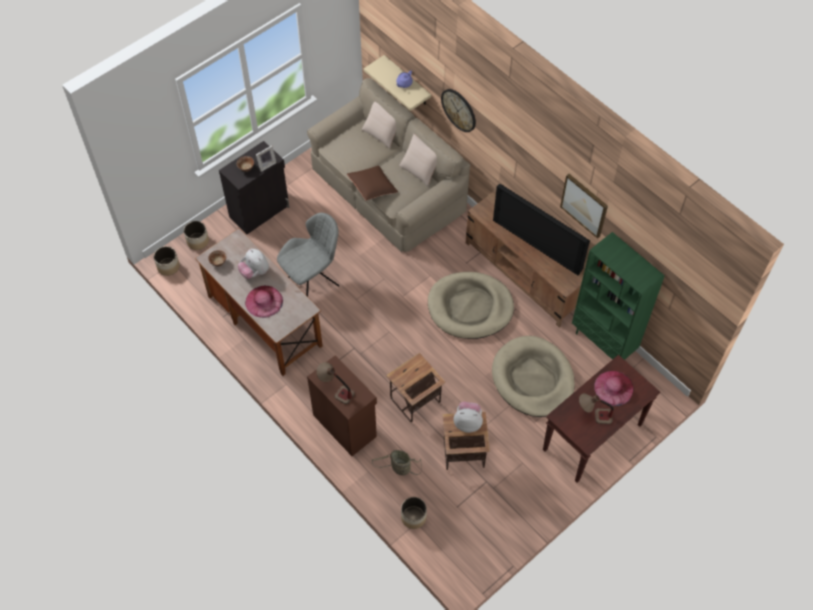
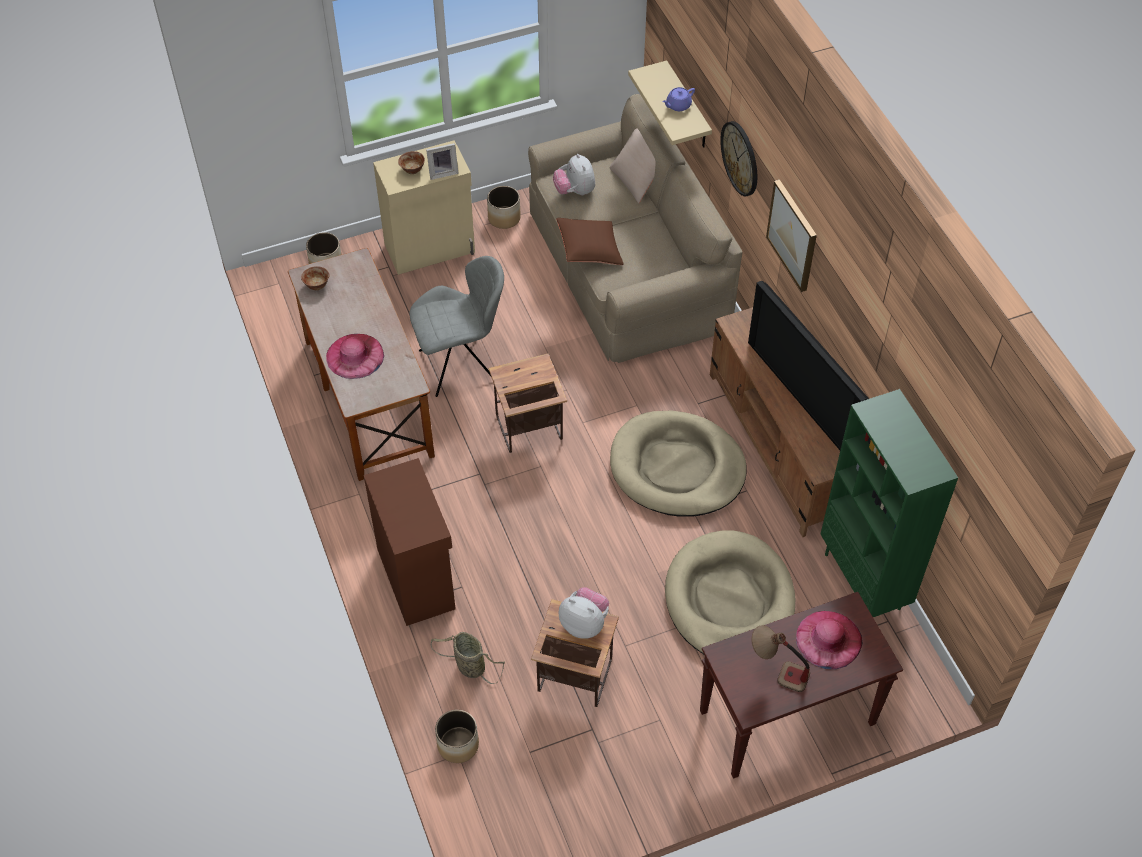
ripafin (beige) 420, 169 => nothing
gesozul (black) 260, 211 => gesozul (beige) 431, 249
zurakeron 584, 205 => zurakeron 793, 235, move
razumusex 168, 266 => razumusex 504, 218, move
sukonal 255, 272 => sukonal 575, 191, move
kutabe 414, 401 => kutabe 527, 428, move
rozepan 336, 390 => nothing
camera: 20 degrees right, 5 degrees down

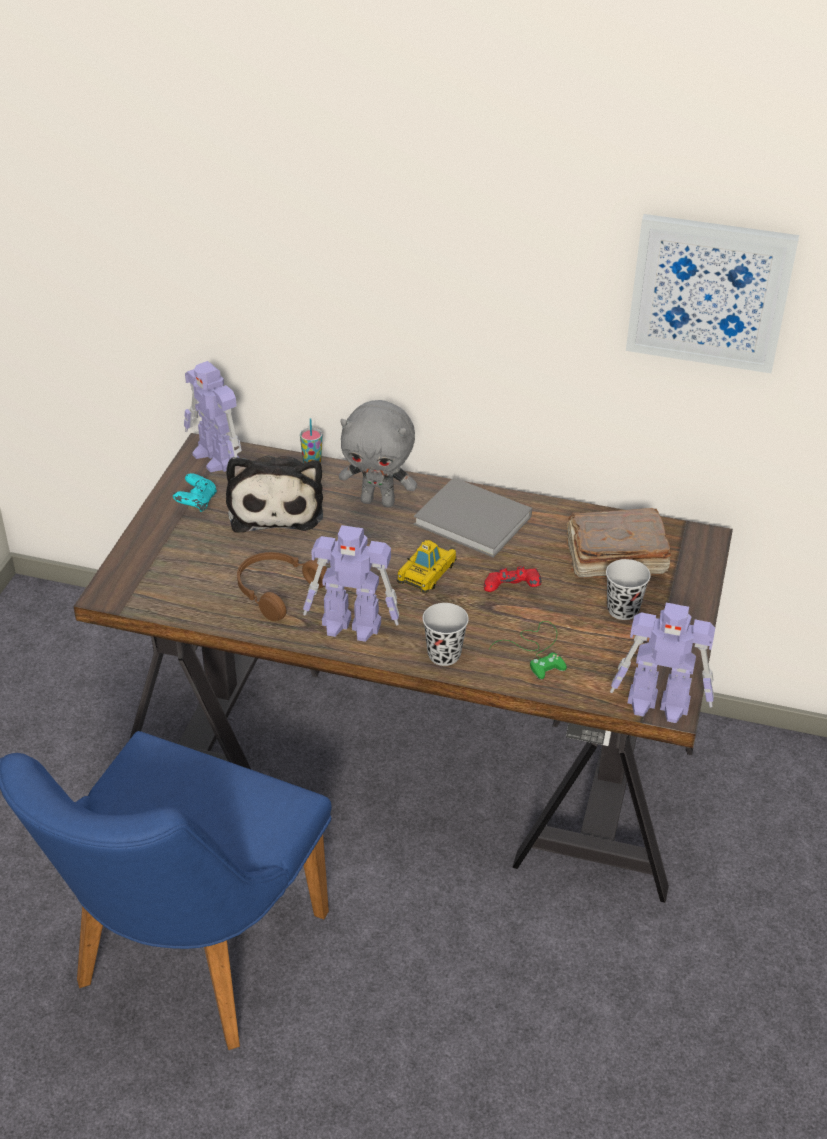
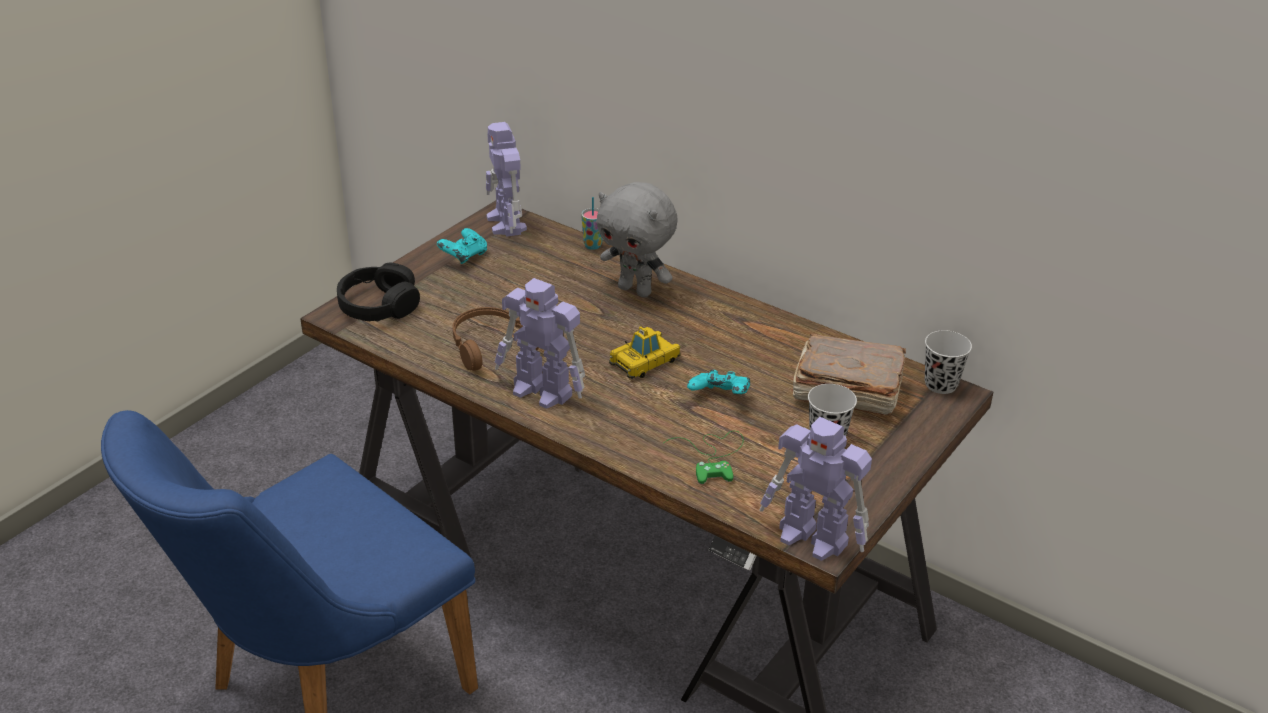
zurakeron 709, 292 => nothing
sukonal 276, 506 => nothing
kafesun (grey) 475, 522 => nothing
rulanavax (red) 512, 592 => rulanavax (turquoise) 720, 398
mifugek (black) 444, 655 => mifugek (black) 940, 384, move
nothing => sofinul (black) 379, 305
camera: 20 degrees right, 5 degrees down

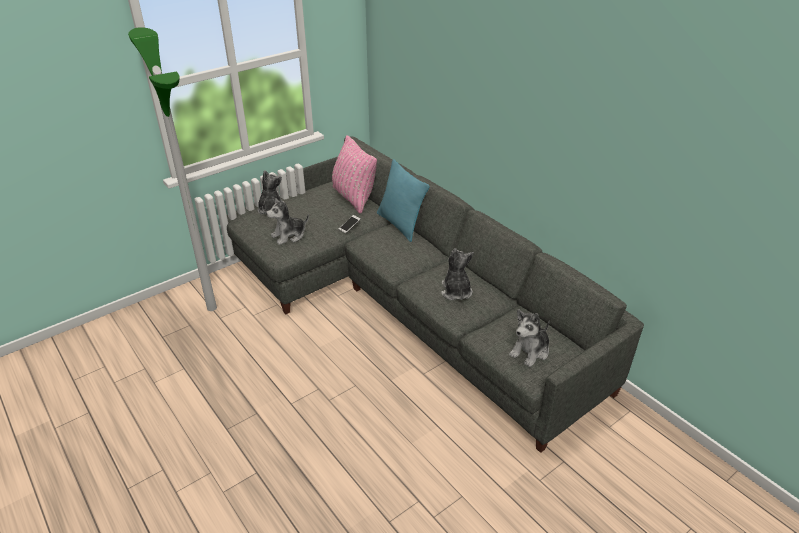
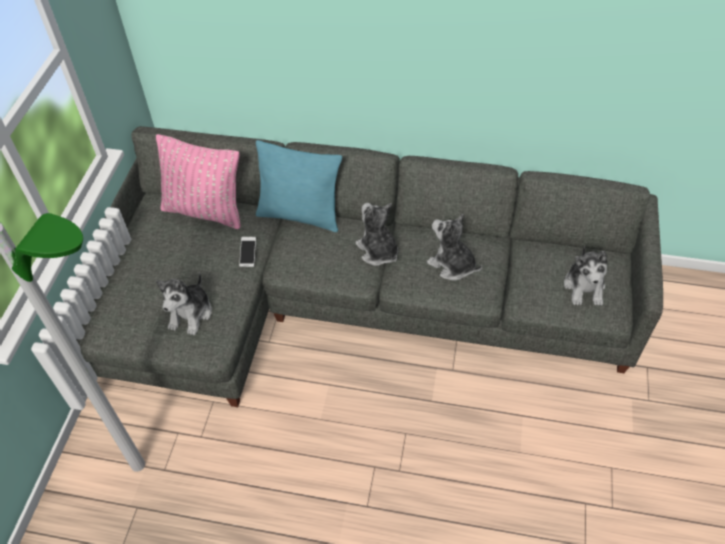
sukonal 271, 209 => sukonal 378, 251, move
camera: 40 degrees left, 15 degrees up

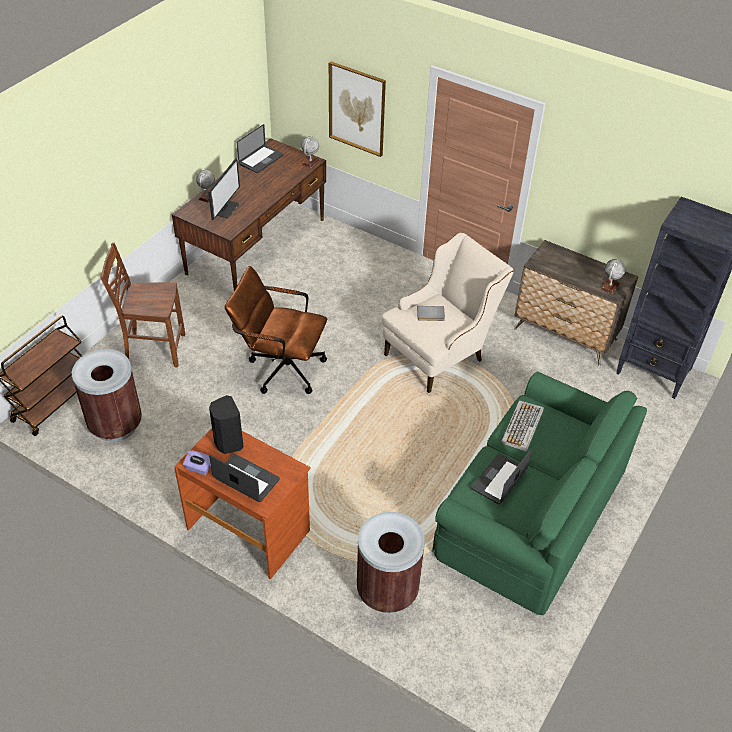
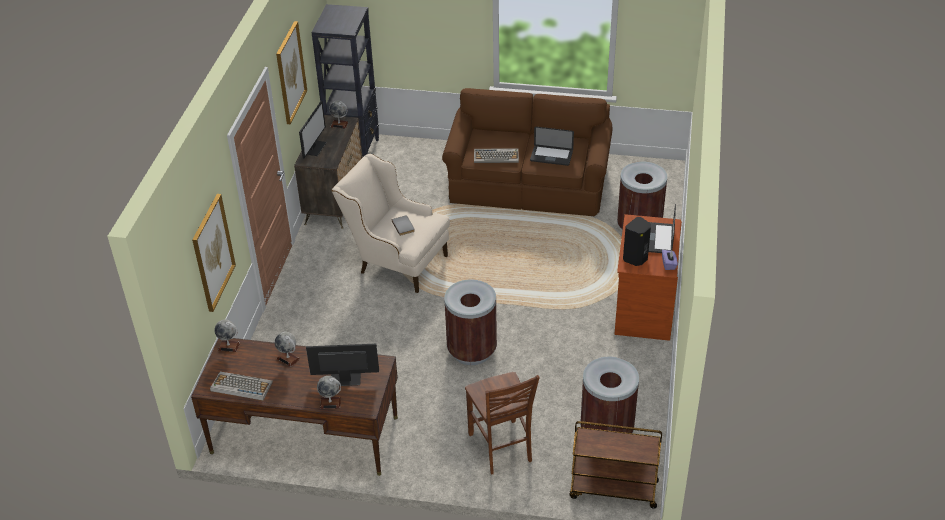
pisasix 261, 160 => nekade 241, 386
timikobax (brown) 280, 367 => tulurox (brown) 471, 351
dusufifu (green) 530, 511 => dusufifu (brown) 529, 183
nothing => zurakeron 290, 72
nothing => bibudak 314, 147
nothing => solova 288, 358
camera: 110 degrees left, 5 degrees down

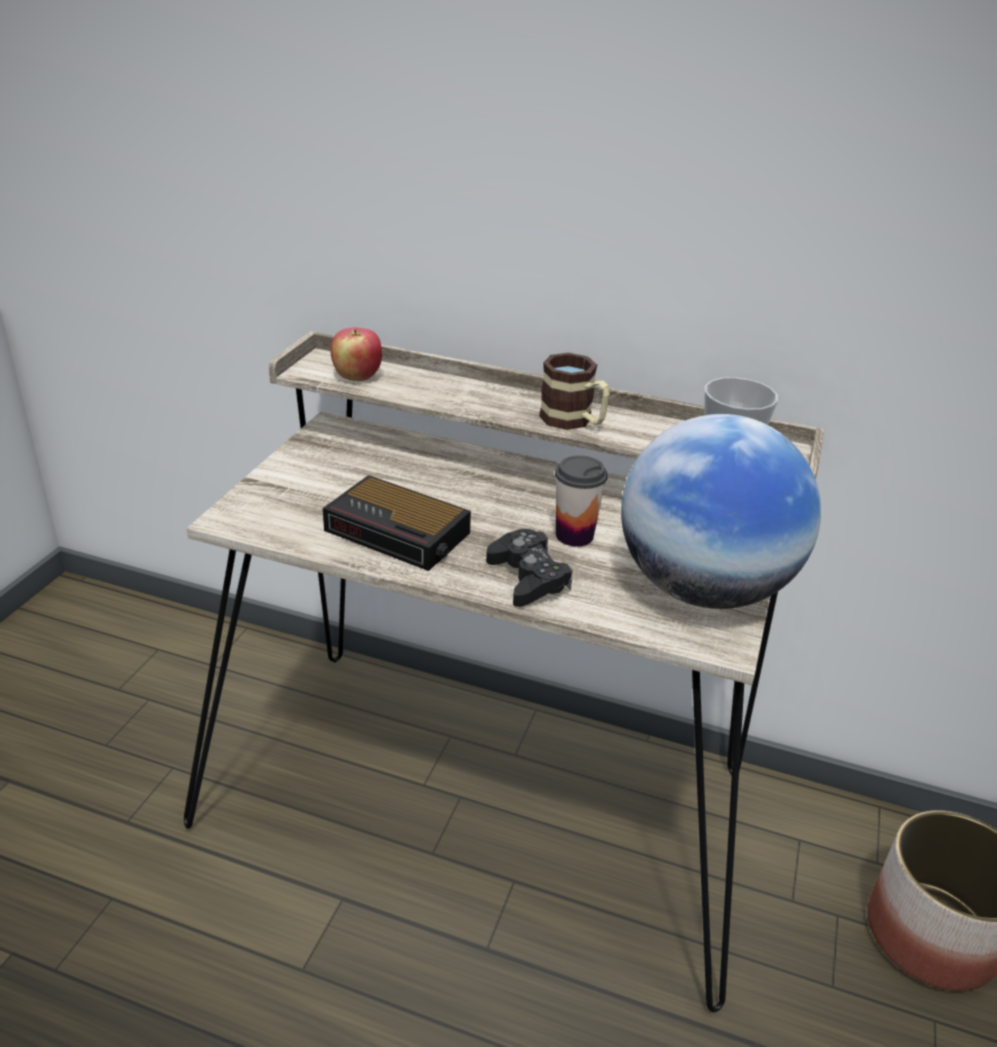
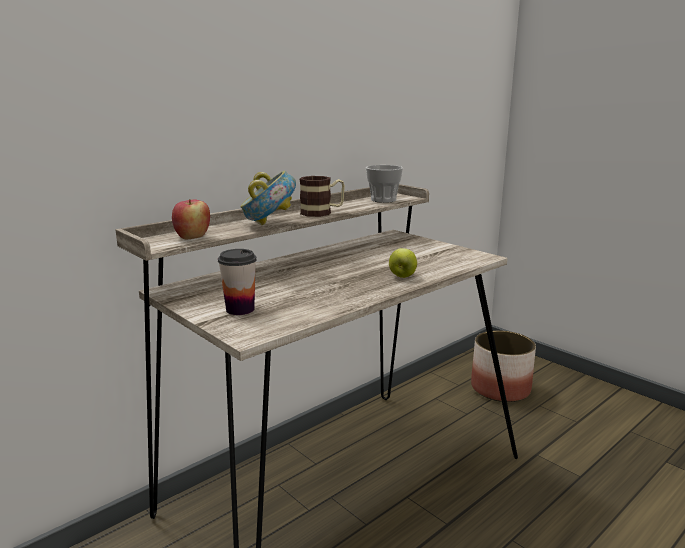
solova 702, 588 => nothing
mifugek 574, 535 => mifugek 240, 309, move
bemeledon 400, 533 => nothing
rulanavax (black) 528, 577 => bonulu 402, 276
nothing => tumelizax 269, 224
camera: 60 degrees left, 15 degrees down

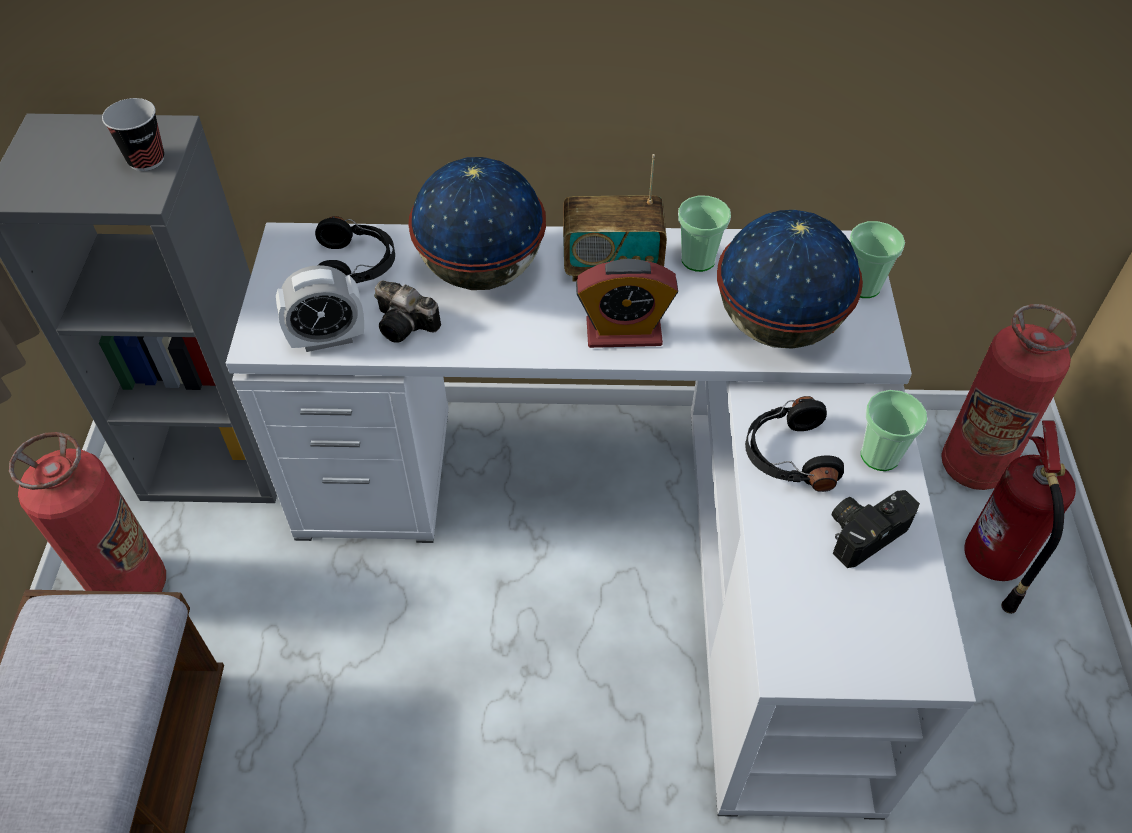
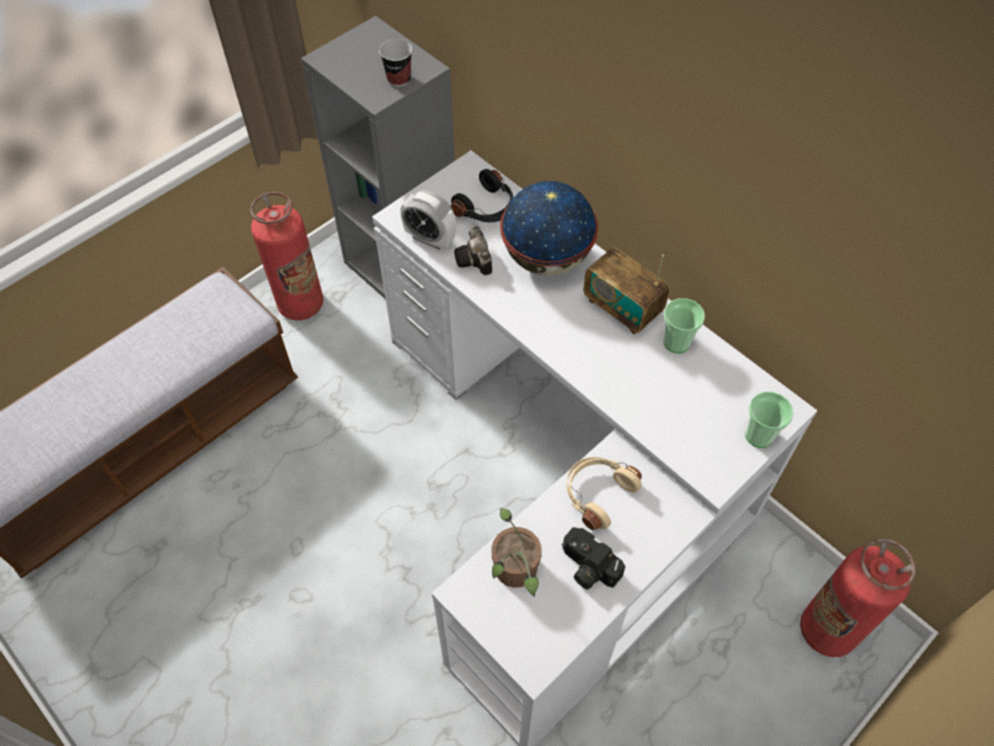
solova 778, 325 => nothing
bemeledon 623, 333 => nothing
mifugek 879, 455 => nothing
sofinul (black) 788, 455 => sofinul (beige) 597, 493
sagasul 993, 563 => nothing
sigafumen 864, 531 => sigafumen 587, 568, 150 degrees counterclockwise
nothing => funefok 515, 573
camera: 45 degrees right, 5 degrees up

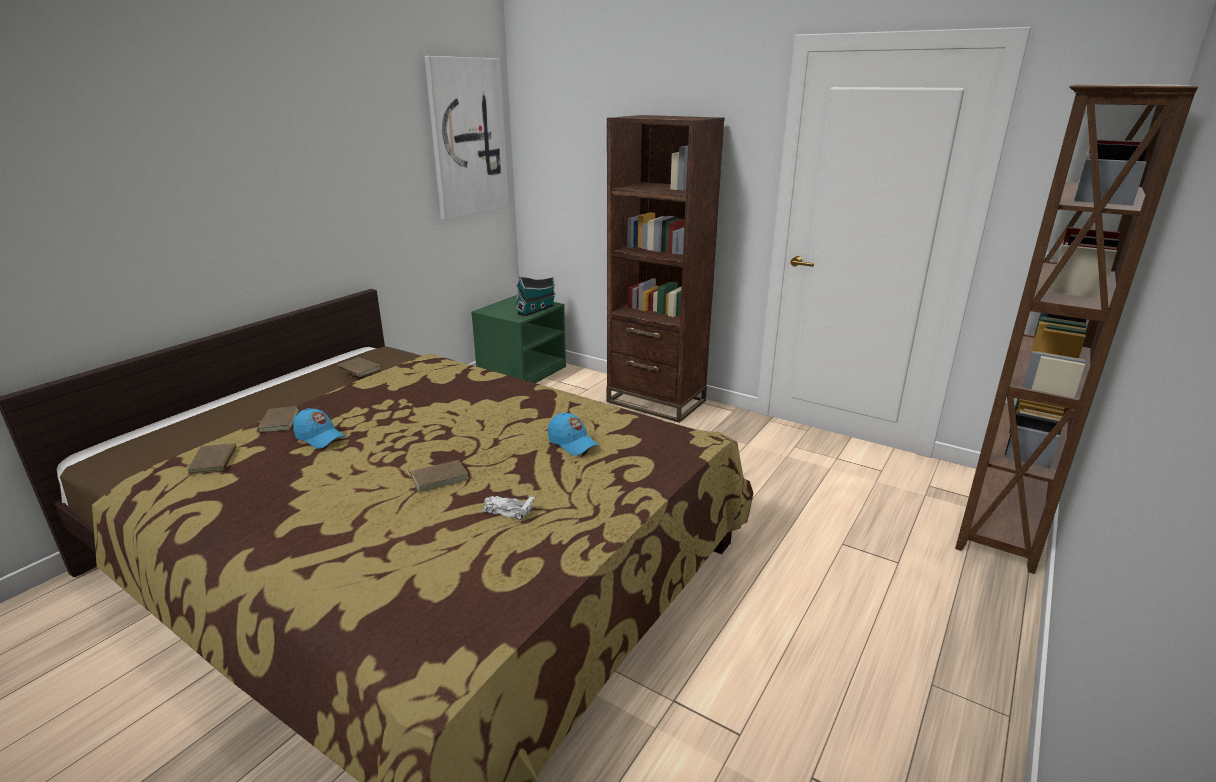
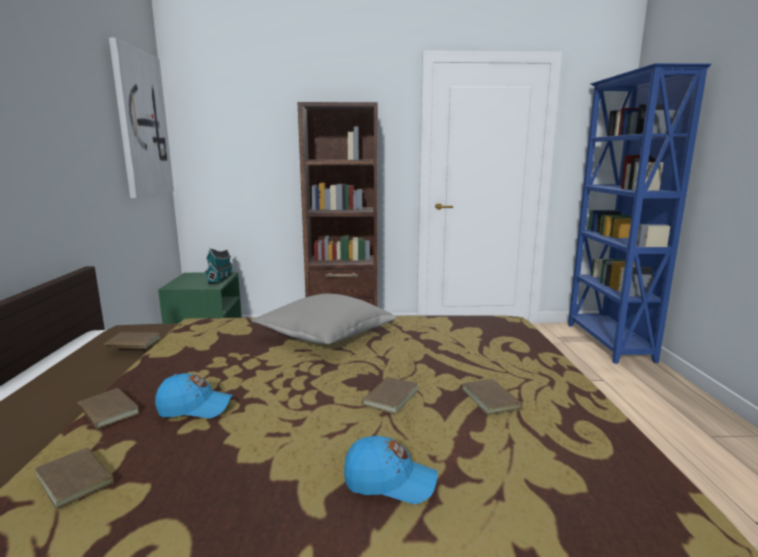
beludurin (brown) 1000, 519 => beludurin (blue) 608, 342
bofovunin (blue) 572, 443 => bofovunin (blue) 390, 482, move
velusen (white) 507, 511 => kafesun (brown) 492, 399
nothing => ripafin (grey) 325, 335
camera: 35 degrees left, 10 degrees down

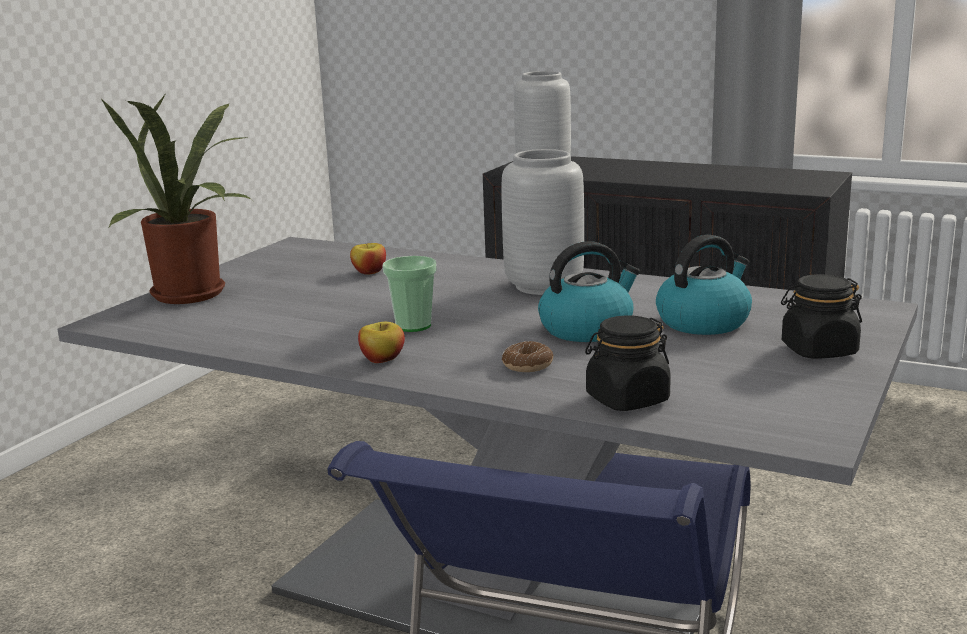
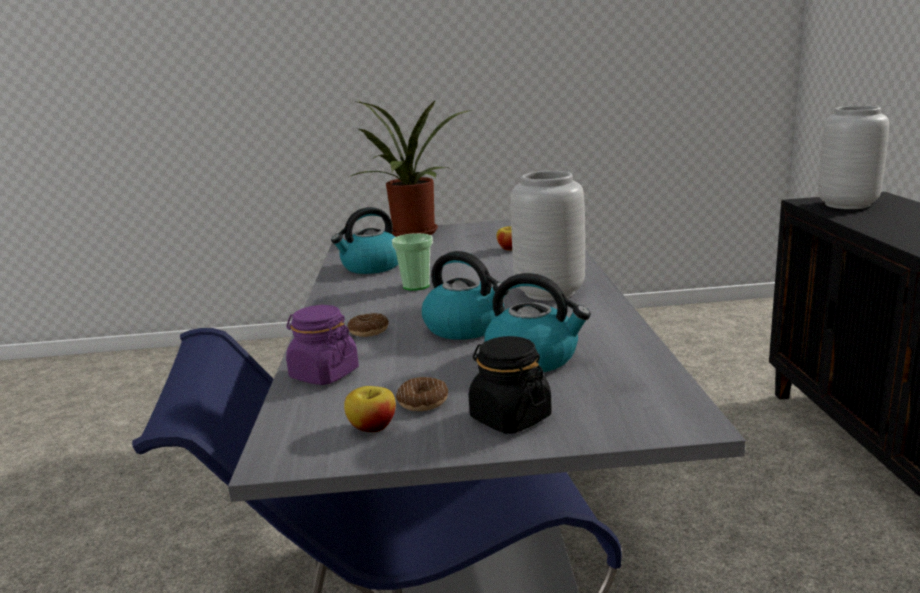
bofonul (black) 627, 399 => bofonul (purple) 324, 374
bonulu 382, 359 => bonulu 372, 427, move
nothing => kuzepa 371, 267
nothing => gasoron 423, 402
camera: 60 degrees right, 0 degrees up

